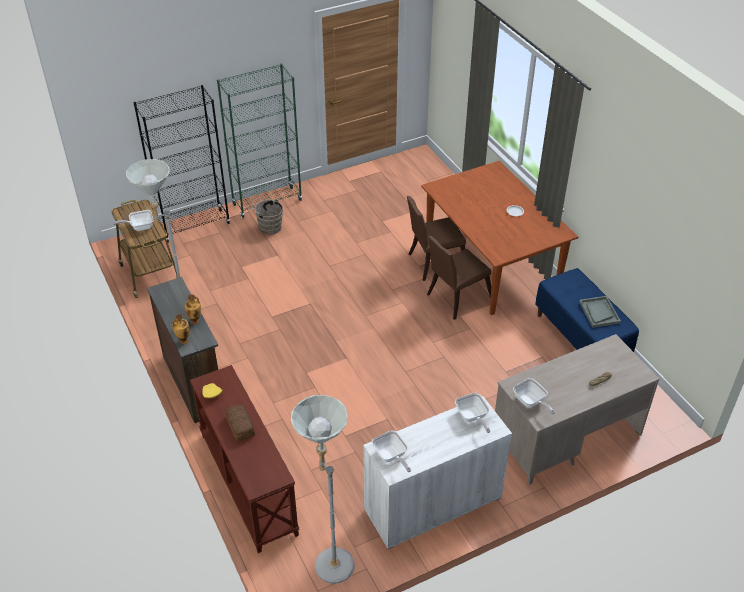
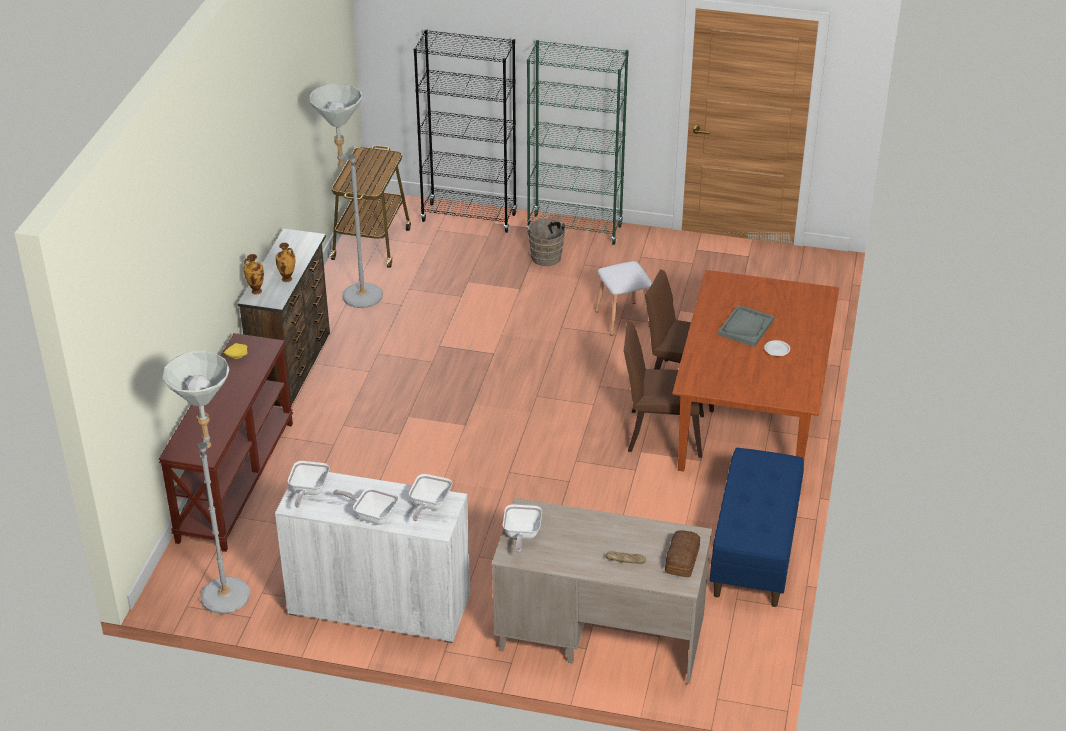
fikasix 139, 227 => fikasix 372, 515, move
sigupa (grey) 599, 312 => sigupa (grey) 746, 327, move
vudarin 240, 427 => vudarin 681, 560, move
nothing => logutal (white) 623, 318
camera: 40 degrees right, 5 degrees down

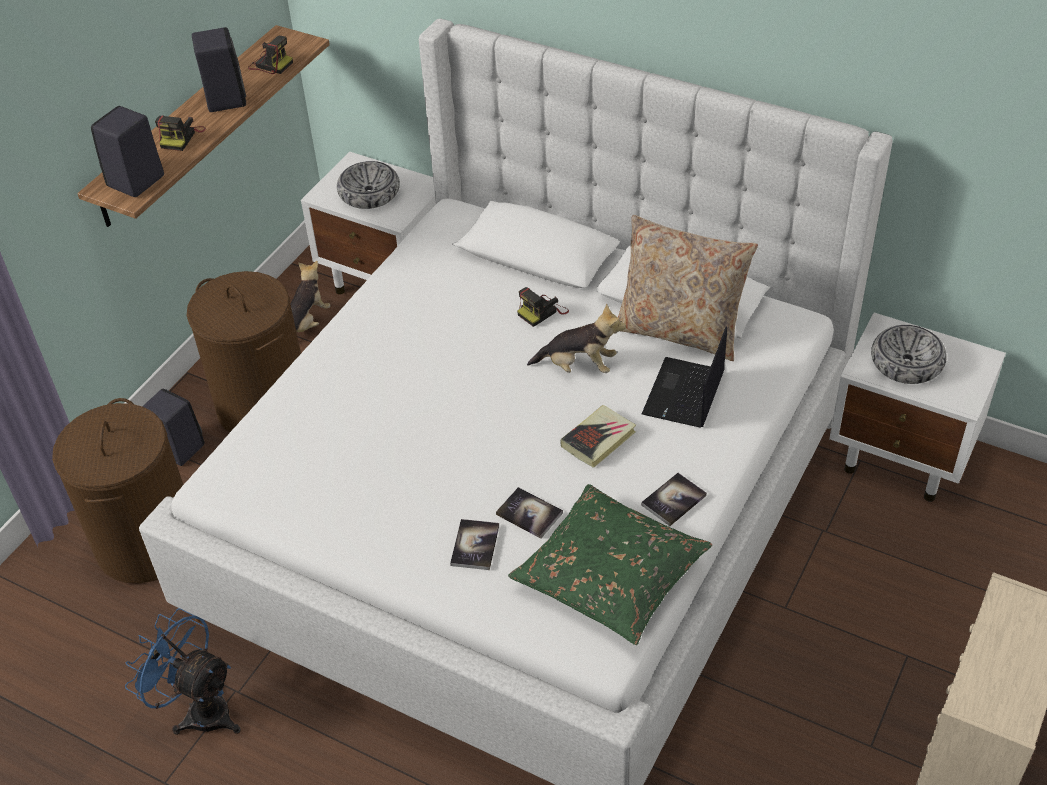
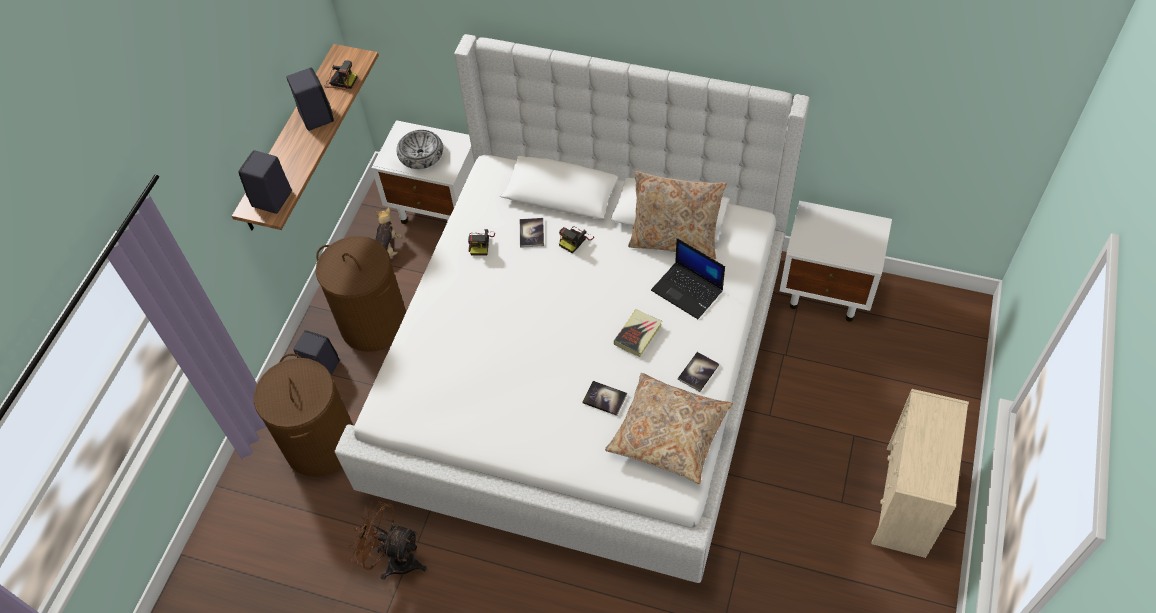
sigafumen 181, 137 => sigafumen 480, 243, move
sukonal 578, 366 => nothing
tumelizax 906, 362 => nothing
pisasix 684, 394 => pisasix 688, 290, 60 degrees counterclockwise
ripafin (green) 610, 574 => ripafin (beige) 669, 433
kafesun 475, 545 => kafesun 531, 233, move
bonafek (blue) 200, 710 => bonafek (brown) 395, 559
camera: 10 degrees left, 10 degrees up

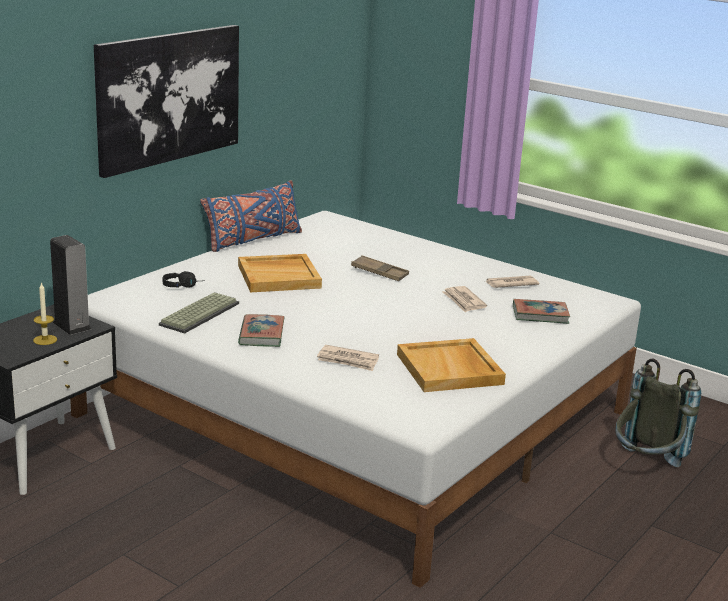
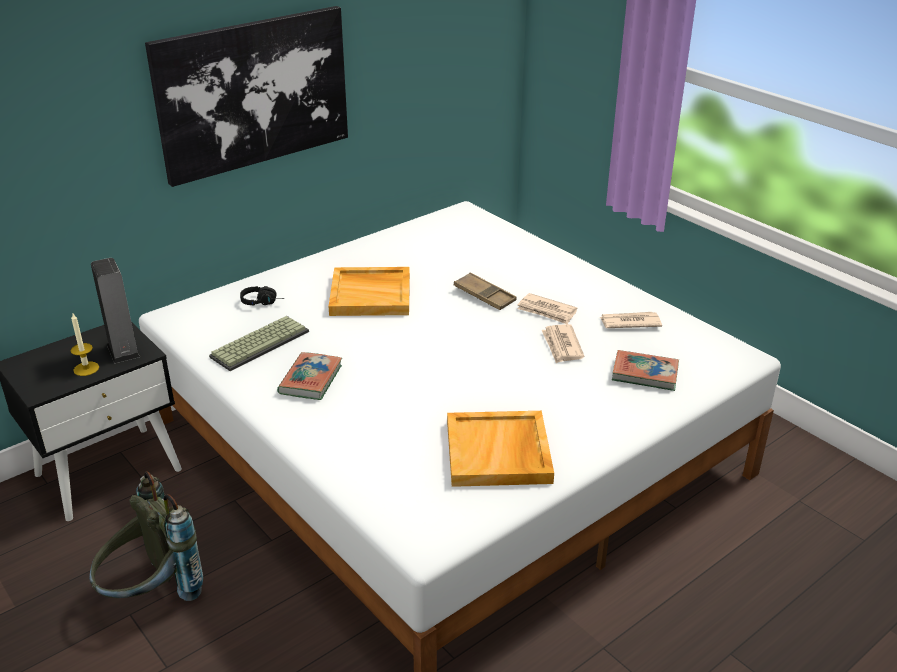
ripafin (blue) 252, 240 => nothing
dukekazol 348, 360 => dukekazol 547, 311, move
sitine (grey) 645, 467 => sitine (grey) 151, 595, move
camera: 15 degrees right, 10 degrees up

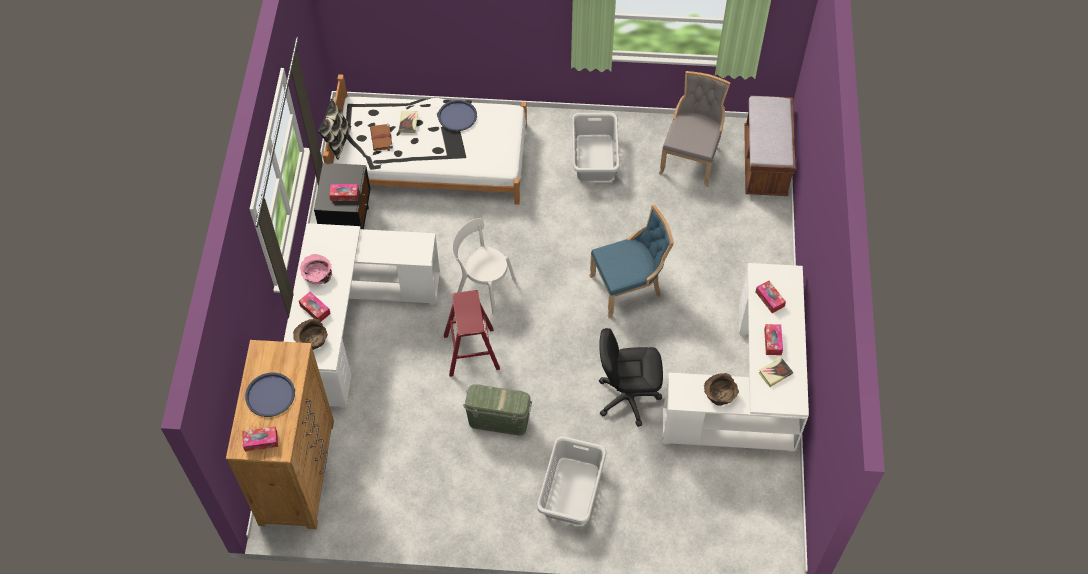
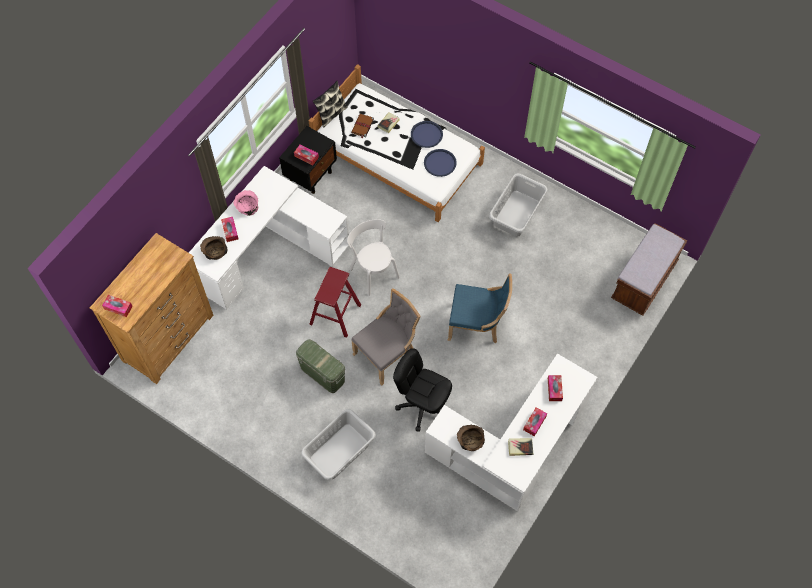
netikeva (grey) 691, 157 => netikeva (grey) 387, 353, move
sigupa (blue) 270, 395 => sigupa (blue) 440, 163, move
camera: 30 degrees right, 5 degrees up

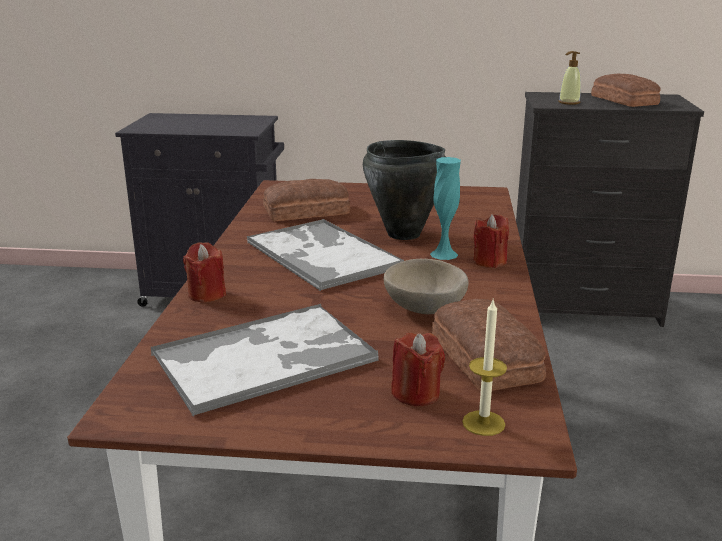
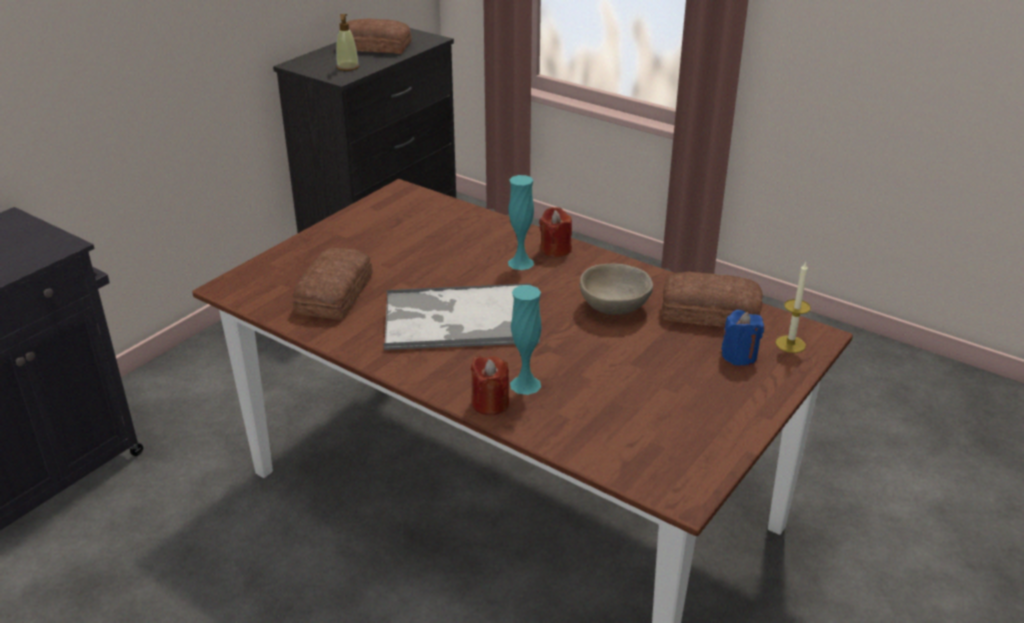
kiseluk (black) 403, 234 => nothing
sigupa 266, 357 => nothing
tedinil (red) 416, 393 => tedinil (blue) 739, 355
nothing => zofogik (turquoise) 525, 385
camera: 60 degrees left, 10 degrees up

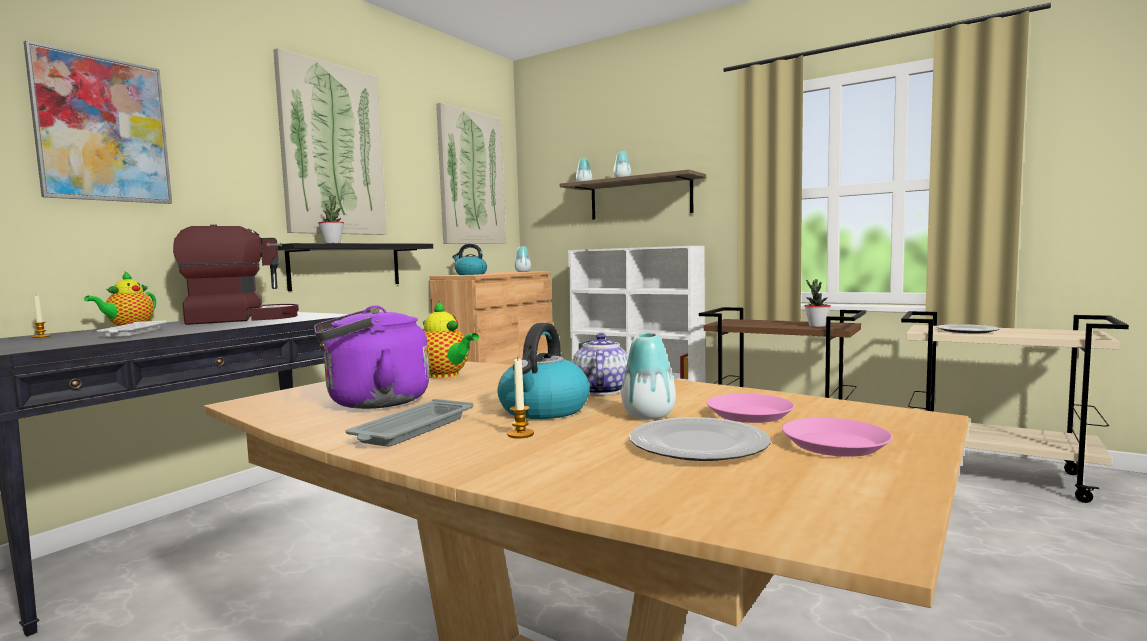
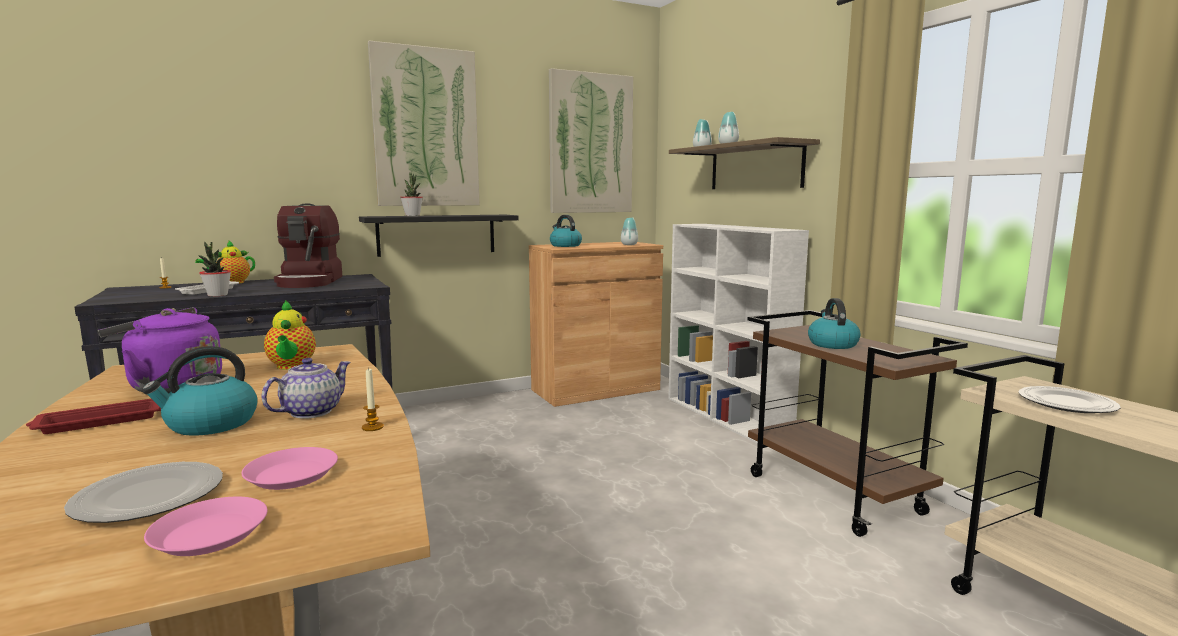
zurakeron 102, 129 => nothing
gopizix 241, 319 => gopizix 310, 281, 75 degrees clockwise
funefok 817, 326 => funefok 217, 295, move
zofogik 648, 416 => nothing
tedinil 520, 434 => tedinil 372, 427, move
sigupa (grey) 412, 430 => sigupa (red) 99, 422
nothing => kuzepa 832, 344
camera: 30 degrees right, 5 degrees up

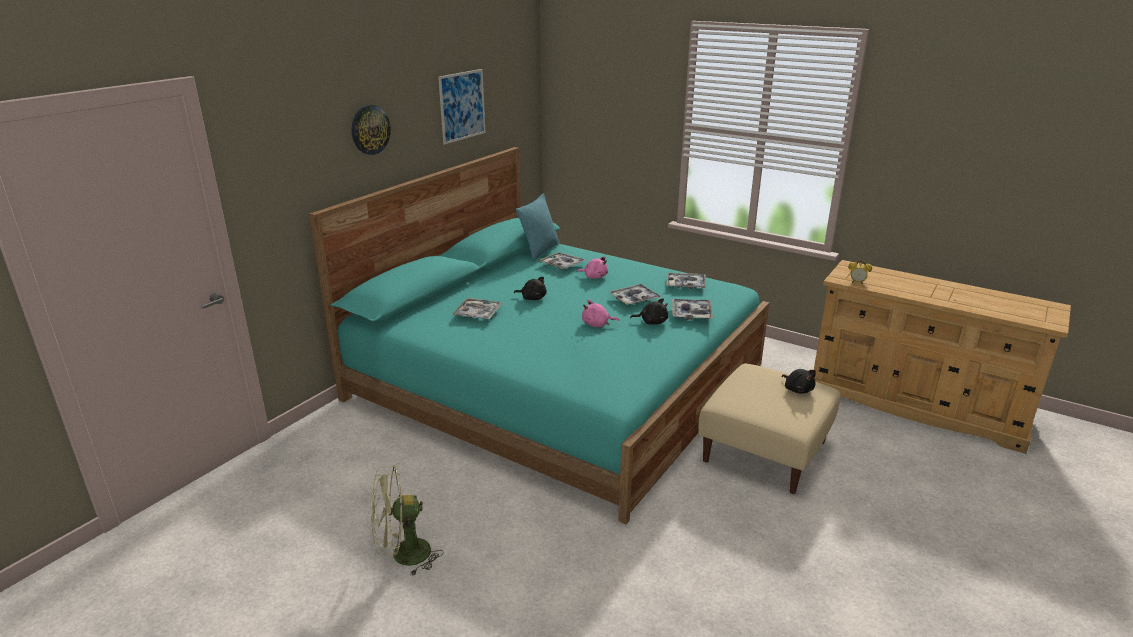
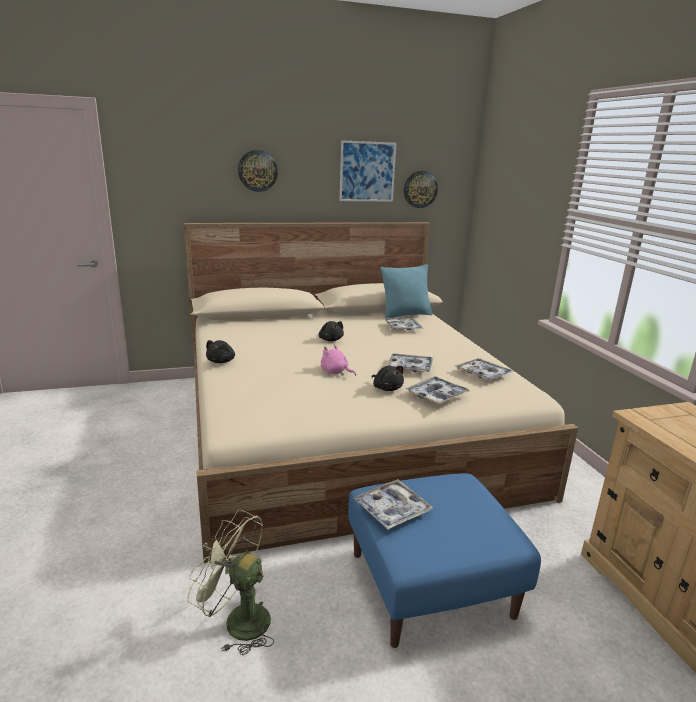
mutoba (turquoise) 558, 380 => mutoba (beige) 344, 428
sukonal (pink) 594, 277 => nothing
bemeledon 857, 282 => nothing
sigupa 478, 314 => sigupa 392, 510, move
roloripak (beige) 764, 451 => roloripak (blue) 431, 583
sukonal (black) 797, 389 => sukonal (black) 221, 361, move
bonafek (green) 403, 556 => bonafek (green) 238, 620, move
nothing => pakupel 420, 189
camera: 40 degrees right, 5 degrees down

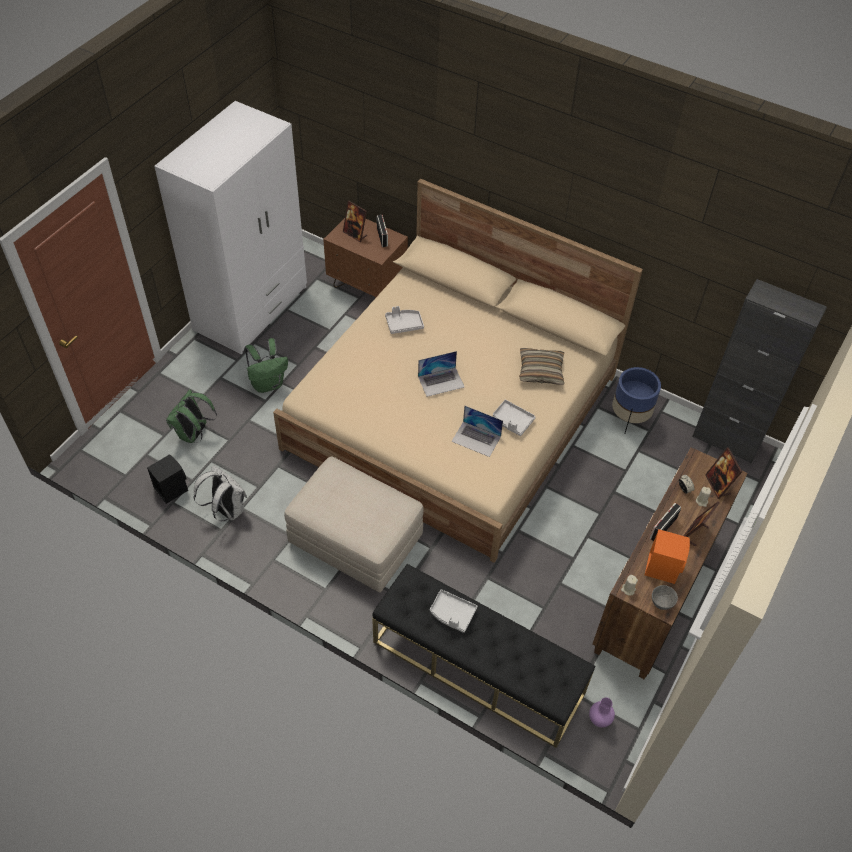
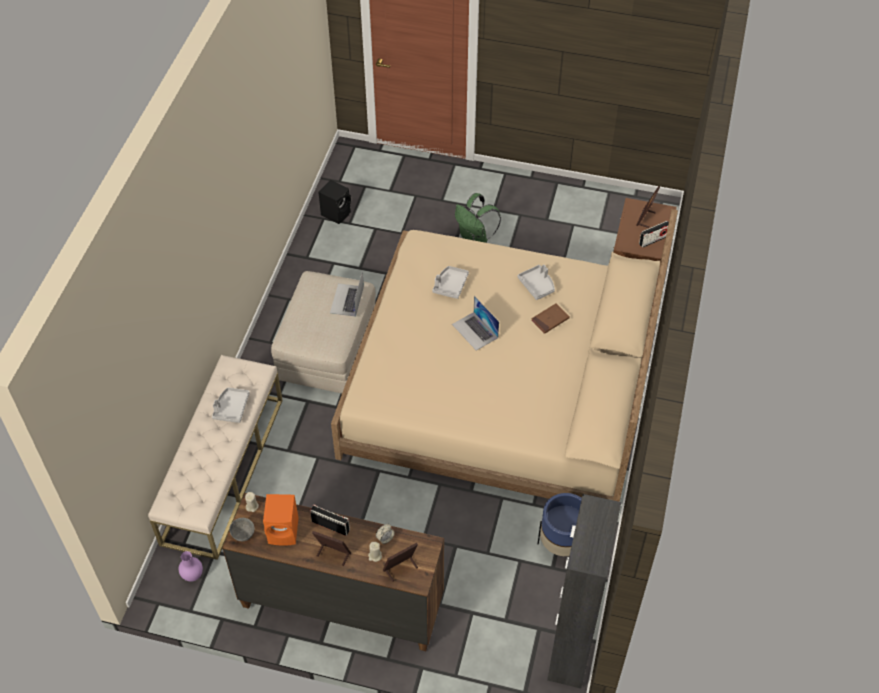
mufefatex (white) 252, 308 => nothing
ripafin 541, 371 => nothing
sitine (green) 194, 434 => nothing
sigupa (grey) 512, 421 => sigupa (grey) 450, 285, move
pisasix 476, 439 => pisasix 347, 300, move
sitine (white) 226, 510 => nothing
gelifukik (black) 477, 667 => gelifukik (beige) 223, 469
nothing => kafesun (brown) 550, 319
camera: 75 degrees right, 0 degrees up

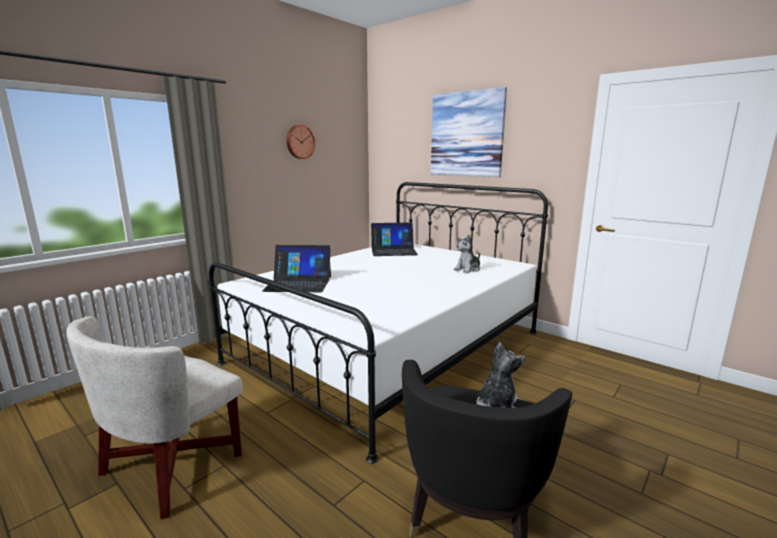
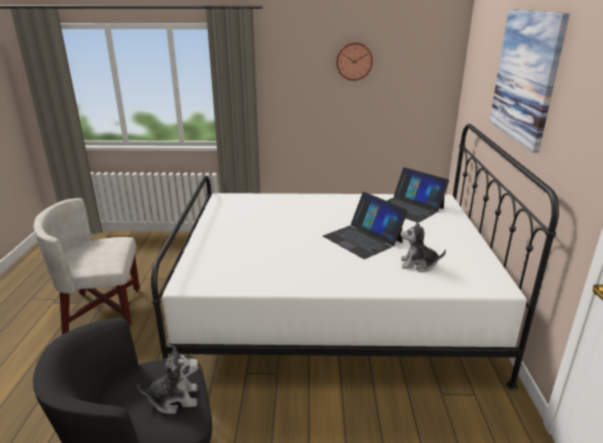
pisasix 298, 283 => pisasix 363, 239, move
camera: 50 degrees right, 10 degrees up

